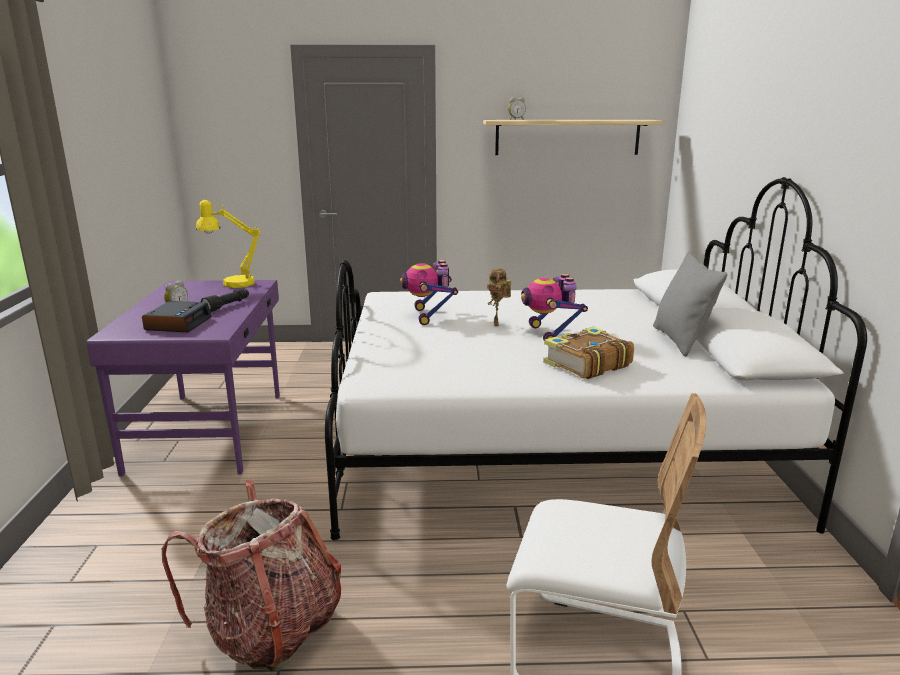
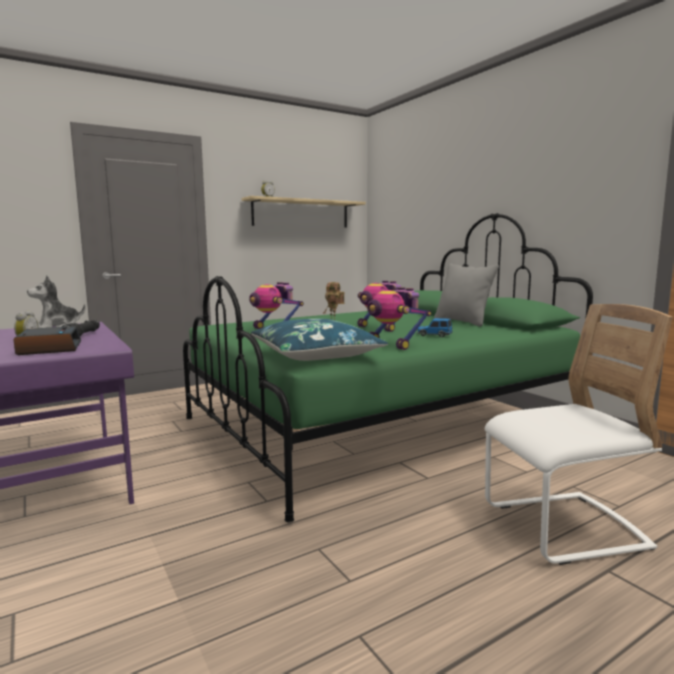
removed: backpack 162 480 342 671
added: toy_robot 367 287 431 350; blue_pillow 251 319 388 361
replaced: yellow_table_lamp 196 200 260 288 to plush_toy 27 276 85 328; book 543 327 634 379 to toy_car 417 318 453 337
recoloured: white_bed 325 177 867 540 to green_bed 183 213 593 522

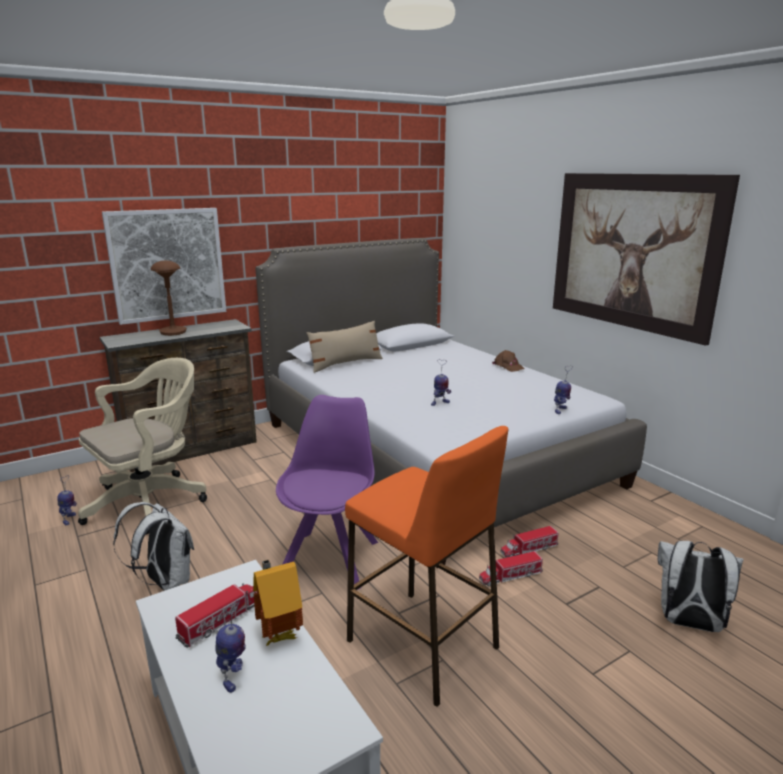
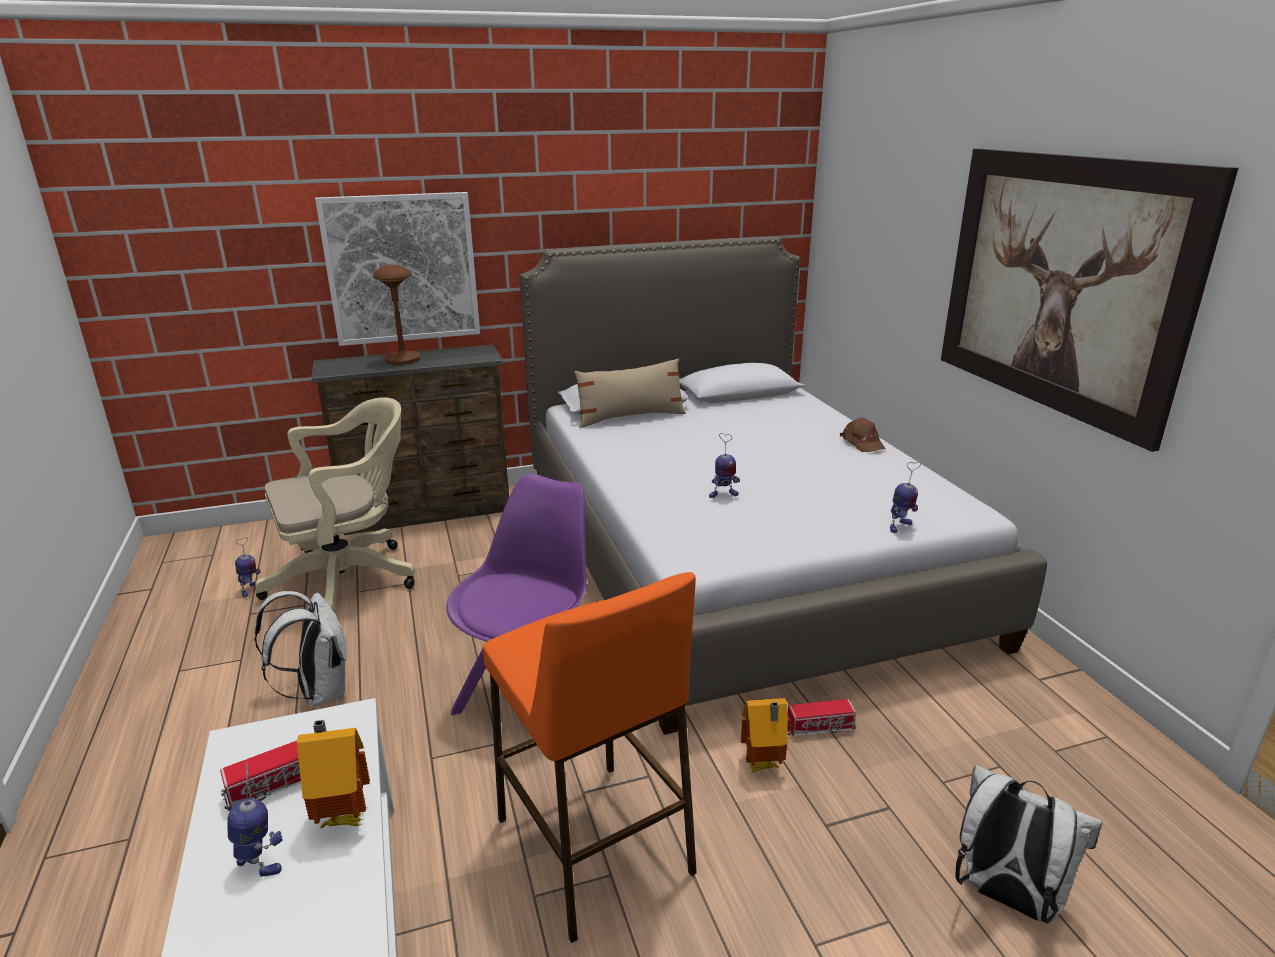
replaced: toy_truck 479 551 543 586 to toy_house 741 698 788 772
turned: toy_robot 215 599 246 693 = 227 762 283 877 75 degrees counterclockwise

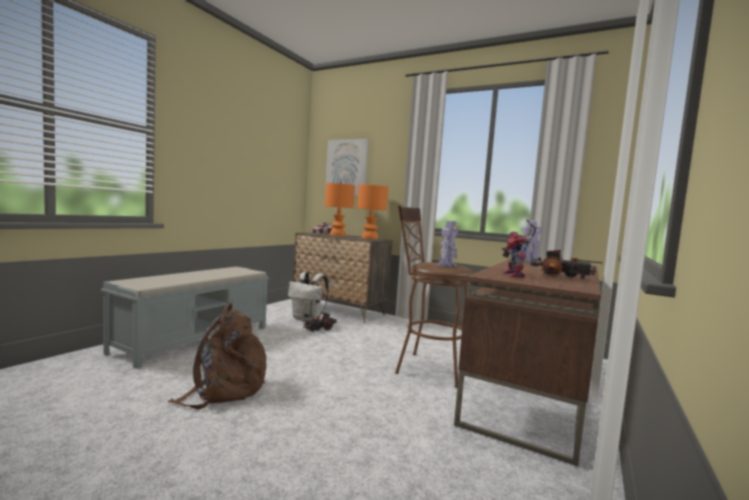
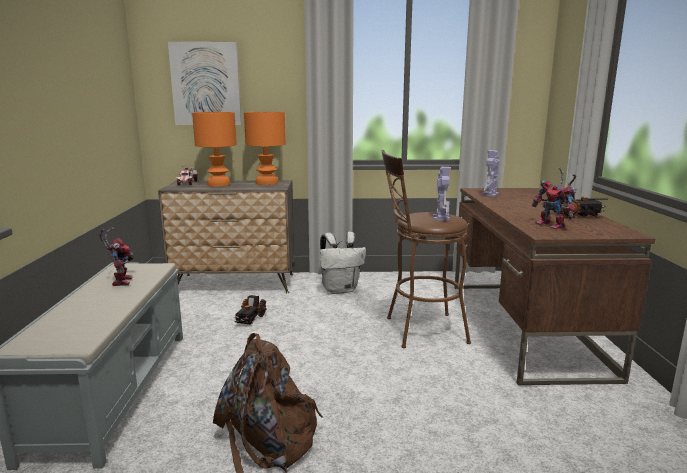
added: toy_robot 99 227 133 286
moved: white_backpack 288 272 329 321 to 320 232 366 294

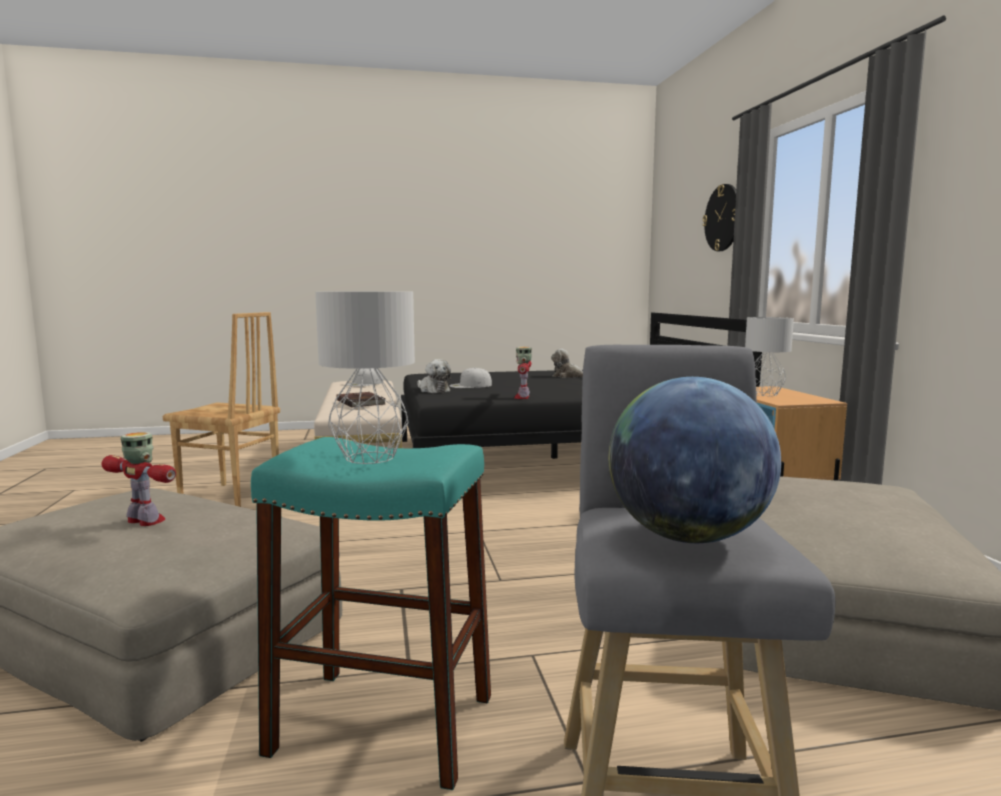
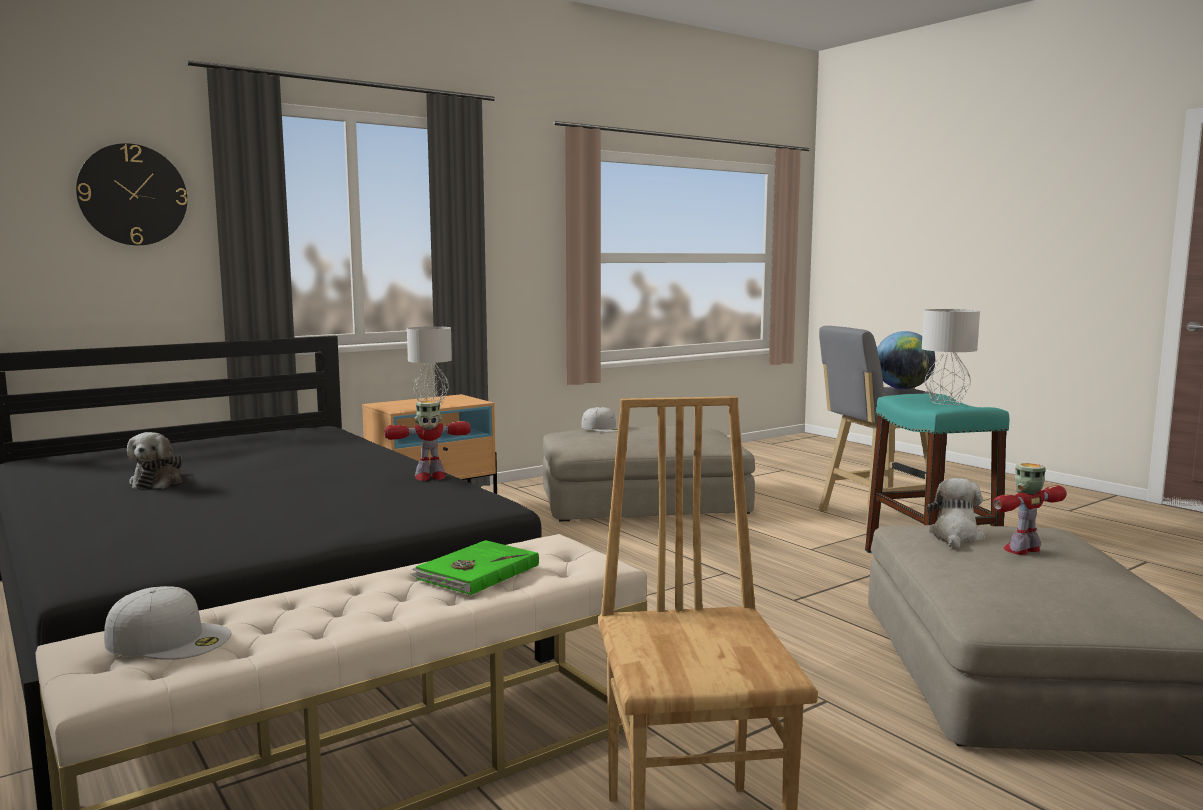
moved: plush_toy 417 359 451 393 to 927 478 985 549; white_cap 449 368 492 388 to 582 407 618 432
recoloured: brown_book 336 392 386 408 to green_book 410 540 539 595
turned: toy_robot 101 432 176 526 = 993 463 1067 555 60 degrees clockwise

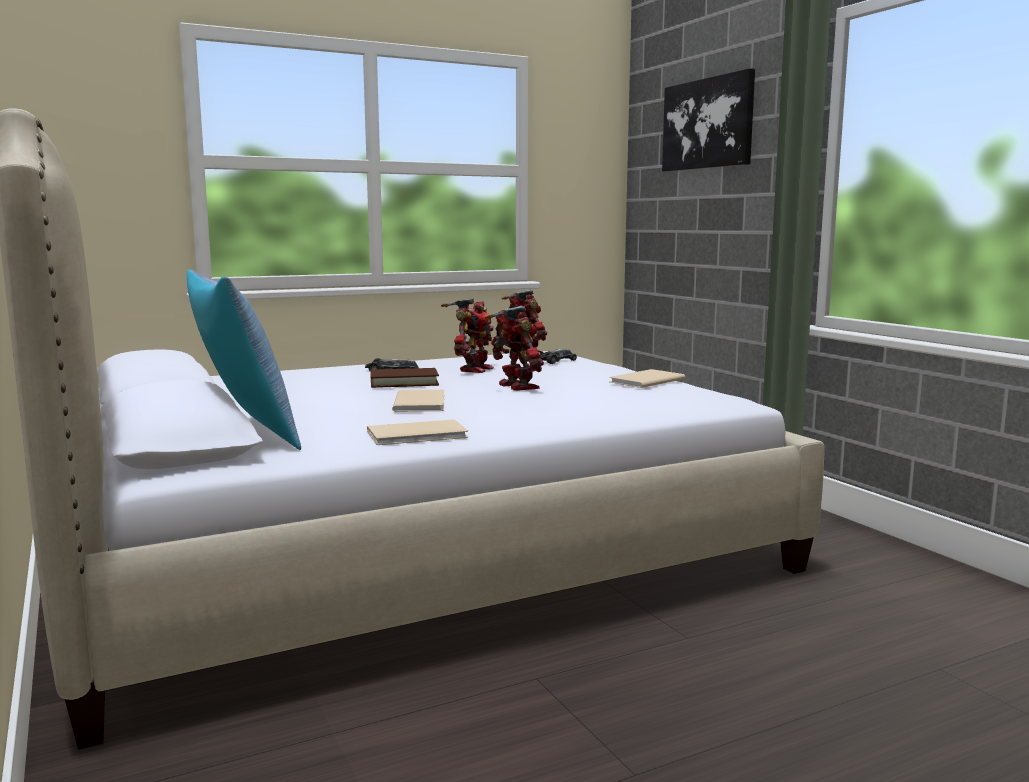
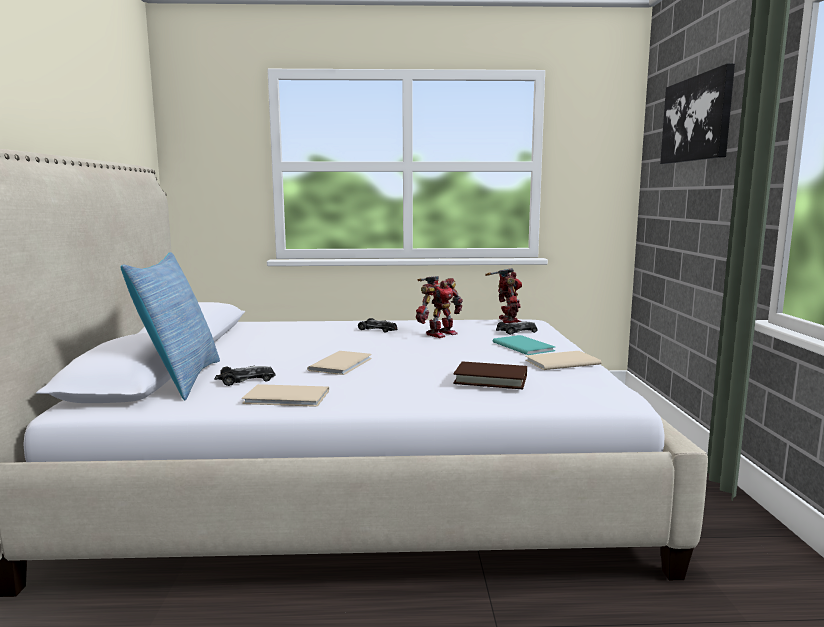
removed: toy_robot 485 306 544 391
added: turquoise_book 493 335 555 355; toy_car 214 366 275 386
moved: brown_book 370 368 439 388 to 453 362 527 389

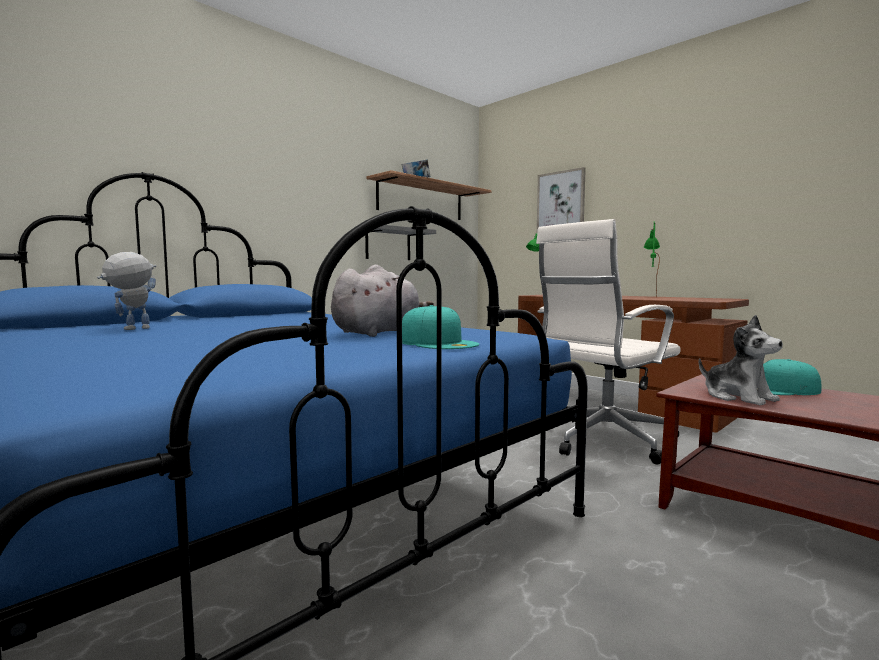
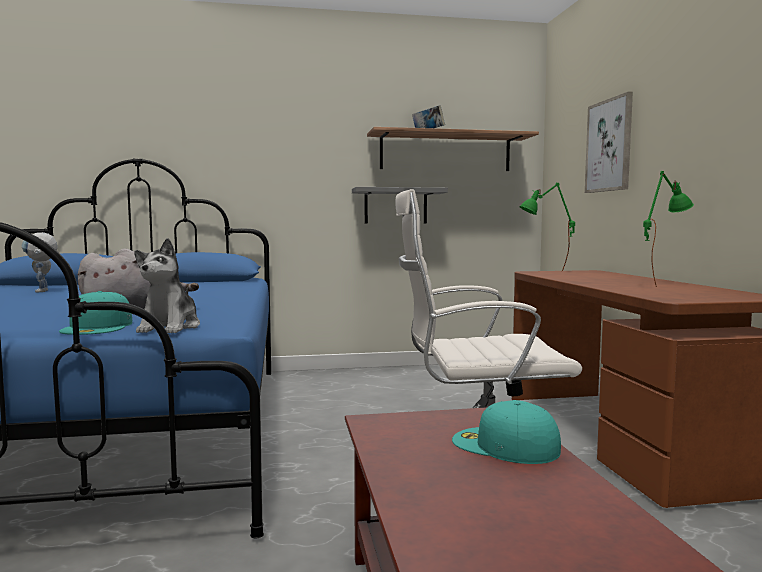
moved: plush_toy 699 315 783 405 to 135 238 200 333
turned: toy_robot 97 252 156 330 = 22 232 57 292 90 degrees counterclockwise

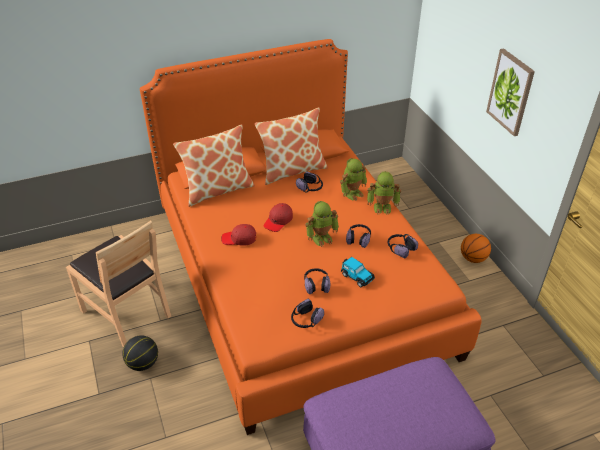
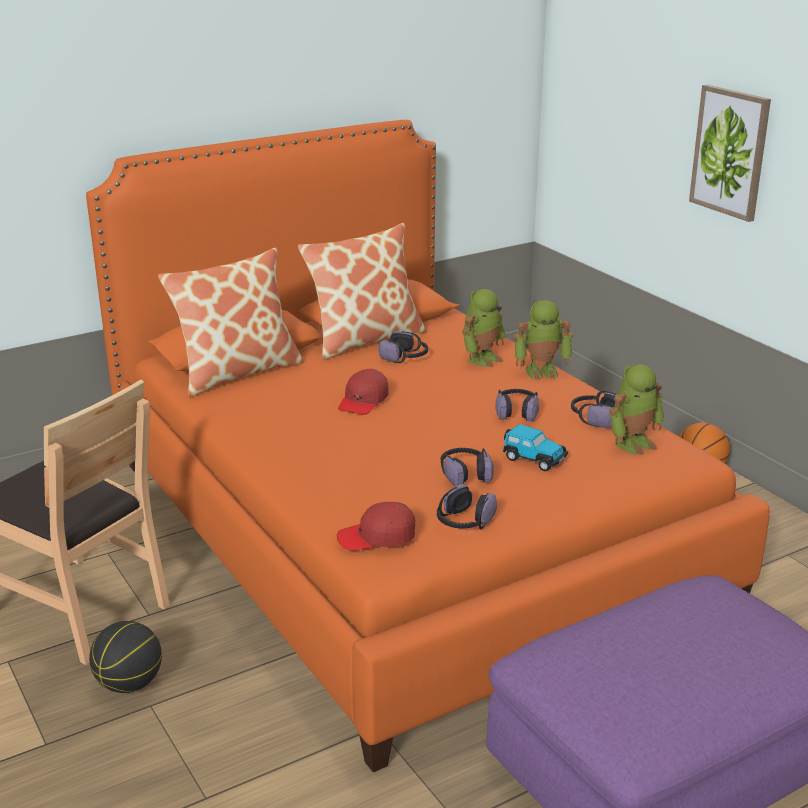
moved: toy_robot 305 201 339 247 to 609 364 664 455; red_cap 221 224 256 245 to 337 502 415 550

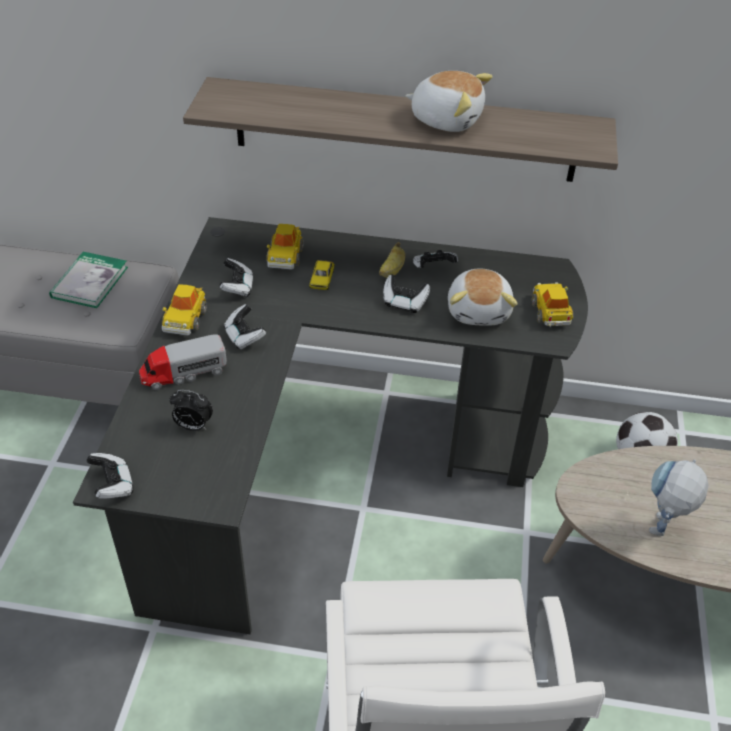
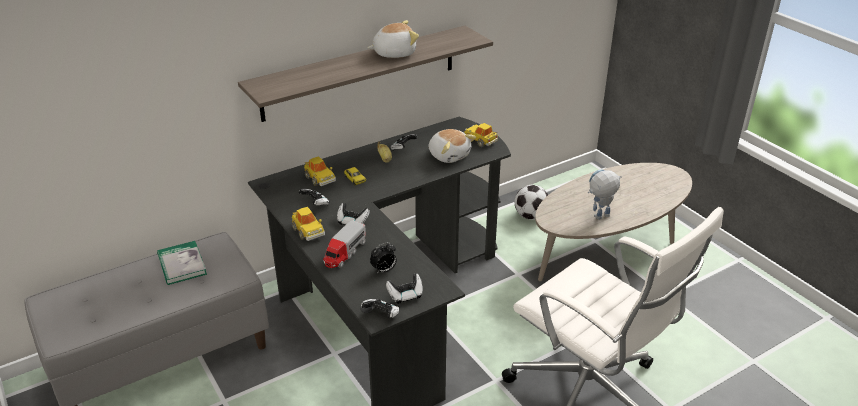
moved: game_controller 383 275 430 313 to 386 273 423 304
turned: toy_robot 649 459 709 536 = 588 169 622 220 75 degrees clockwise

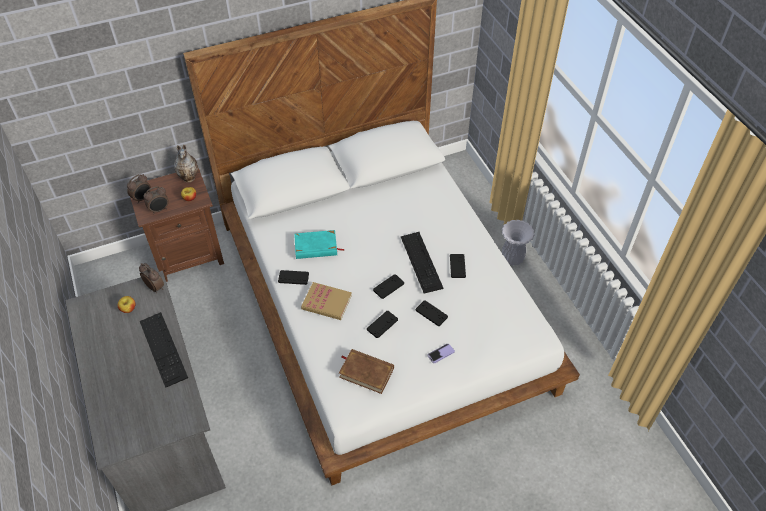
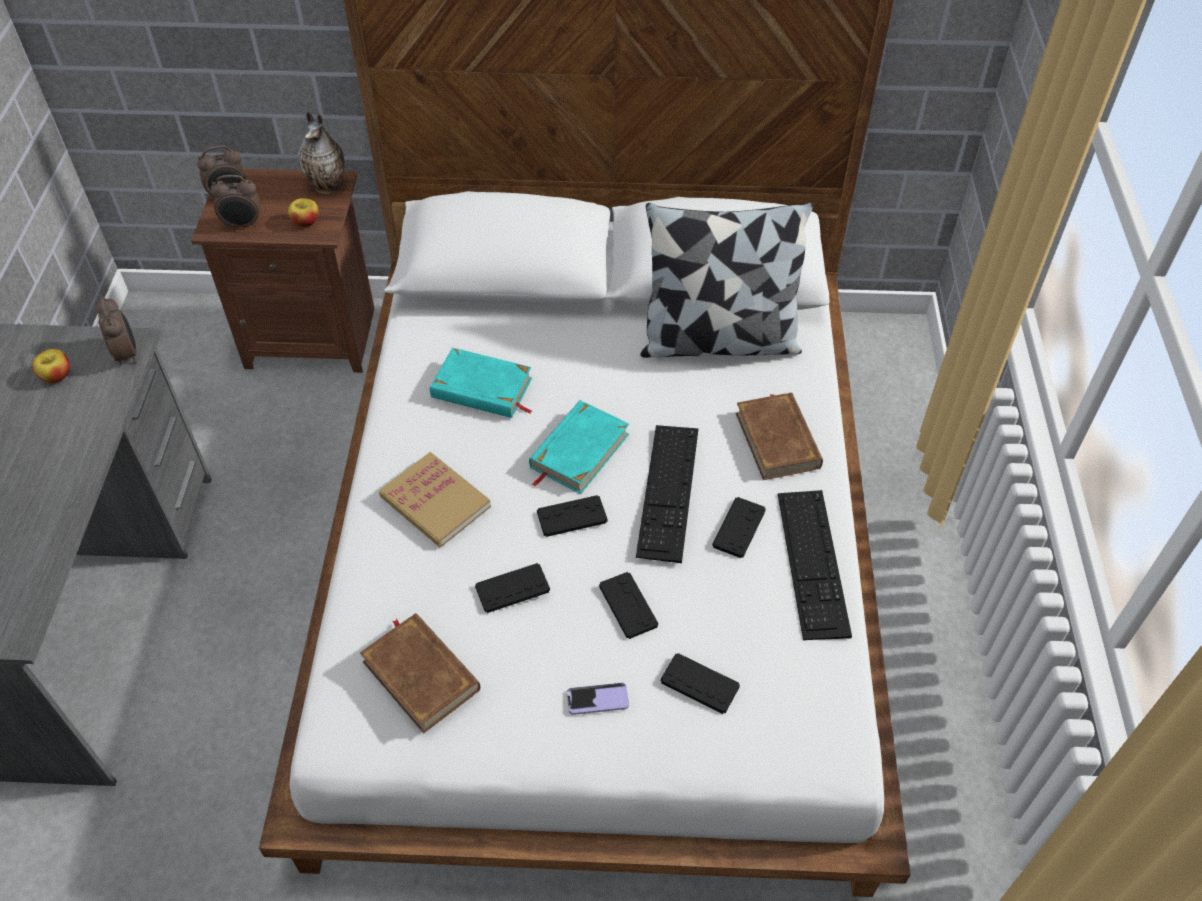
removed: white_vase 502 219 535 265
added: pillow 640 203 814 358; brown_book 736 392 823 480; turquoise_book 529 400 629 494
moved: black_game_controller 278 270 309 285 to 661 653 740 714; keyboard 140 312 188 388 to 778 490 852 640

